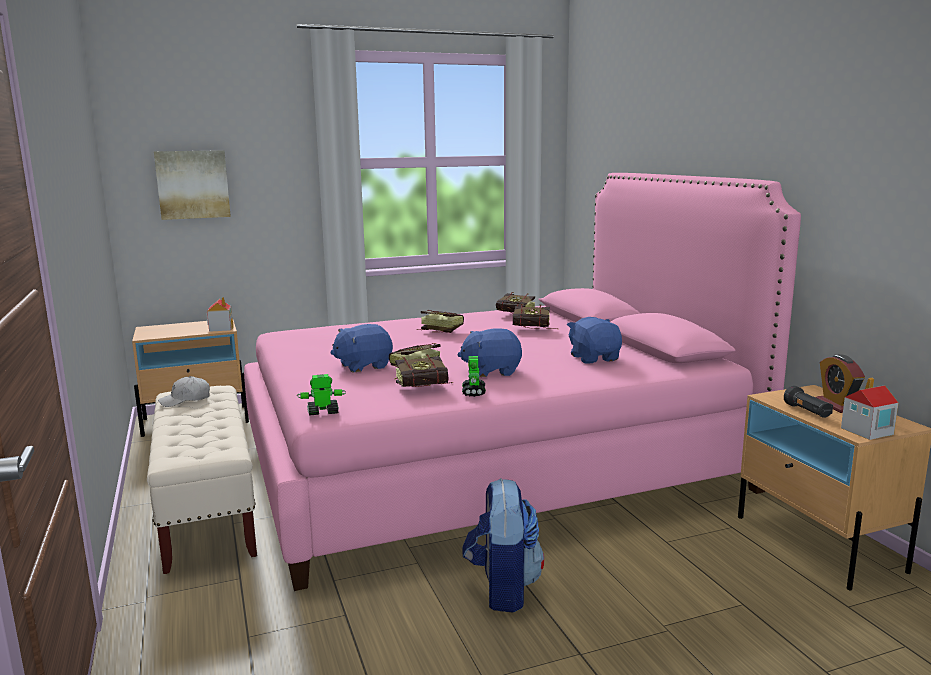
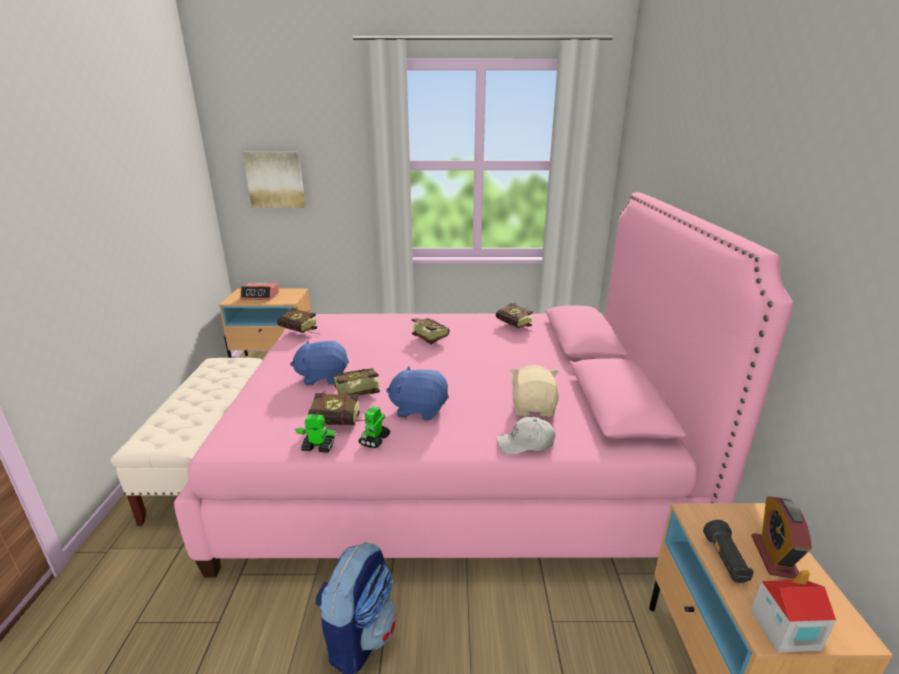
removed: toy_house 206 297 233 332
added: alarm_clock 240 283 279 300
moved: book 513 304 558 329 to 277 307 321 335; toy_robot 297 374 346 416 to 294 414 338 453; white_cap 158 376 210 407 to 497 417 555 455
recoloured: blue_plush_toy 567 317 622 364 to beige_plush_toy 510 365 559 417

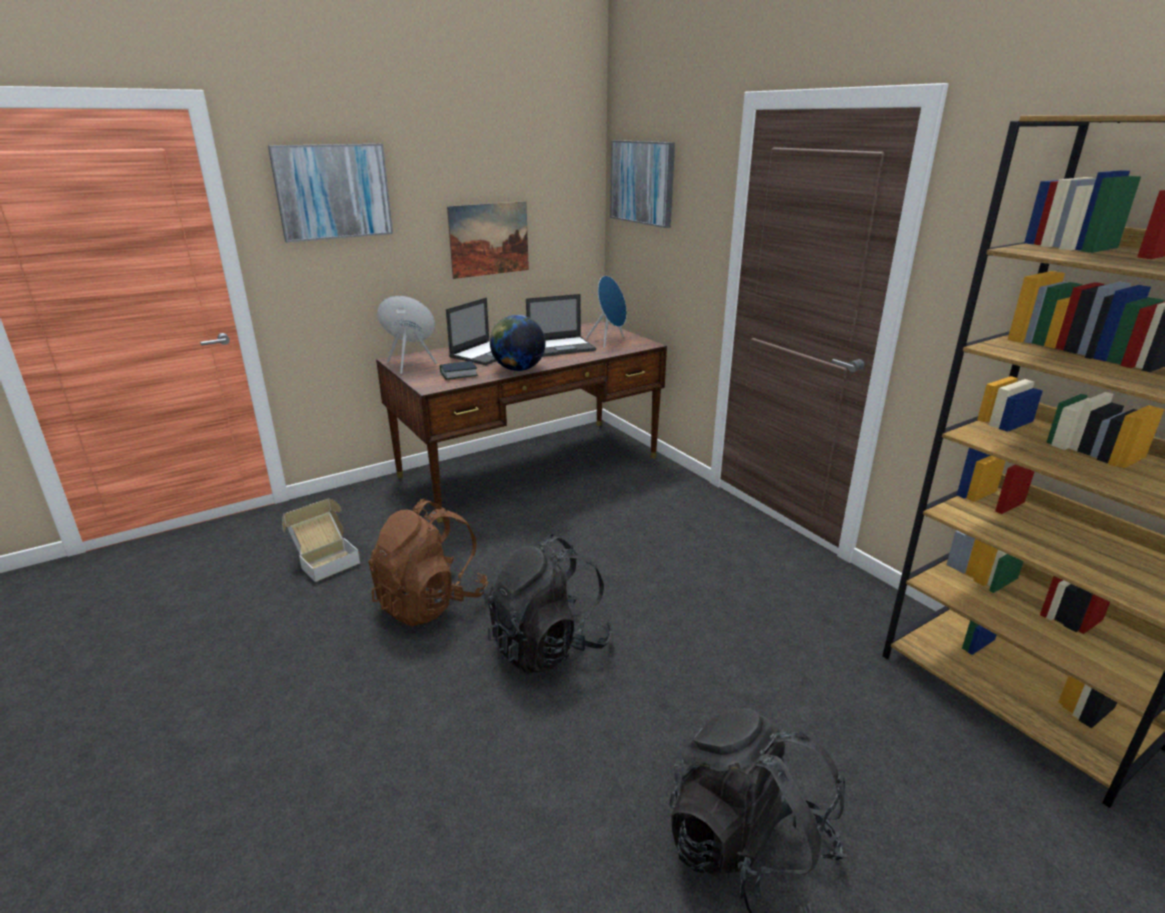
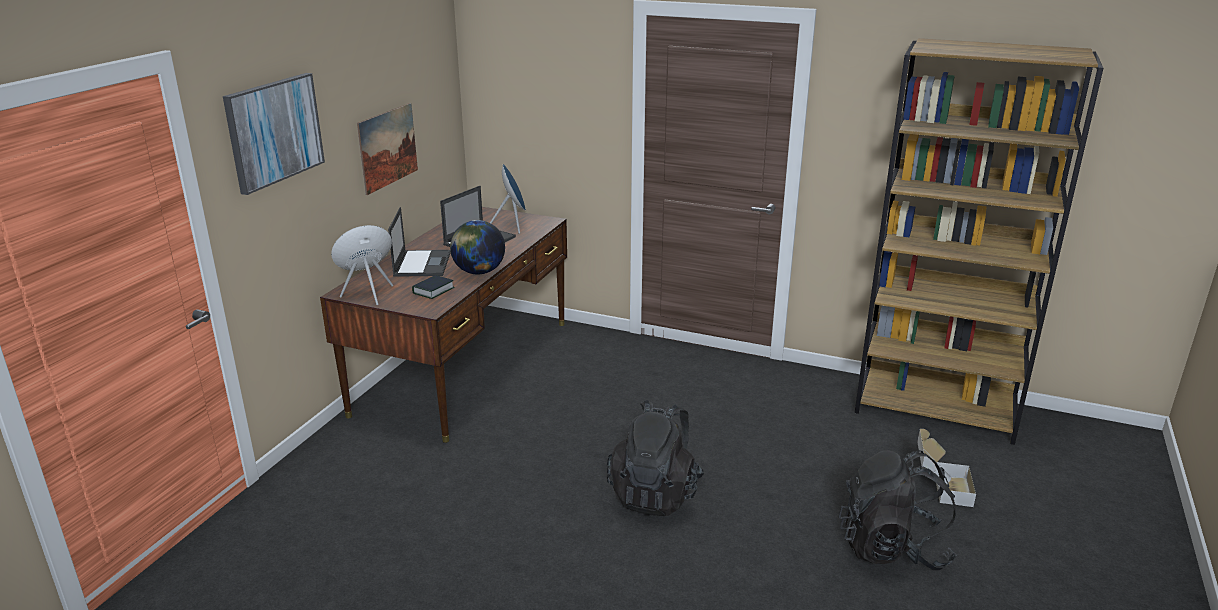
removed: picture 610 140 675 228; brown_backpack 368 498 488 627
moved: cardboard_box 282 498 360 582 to 917 429 976 507

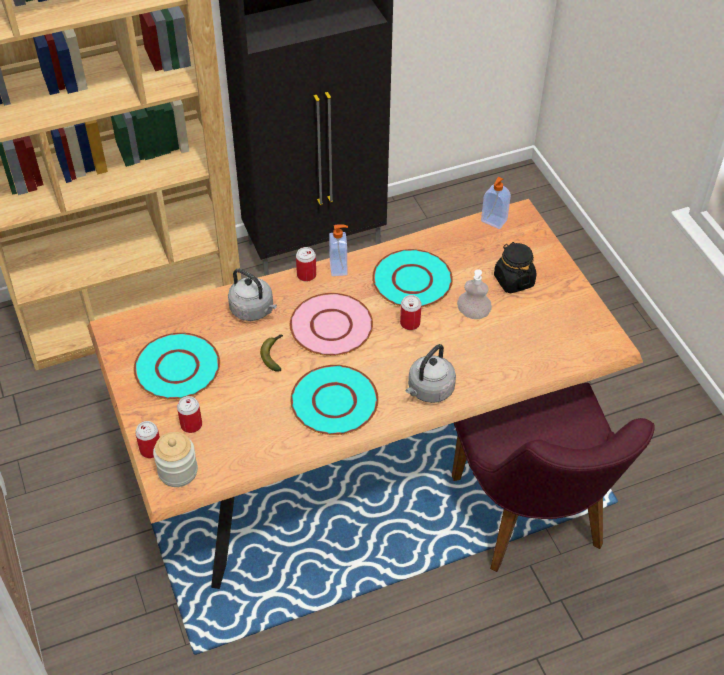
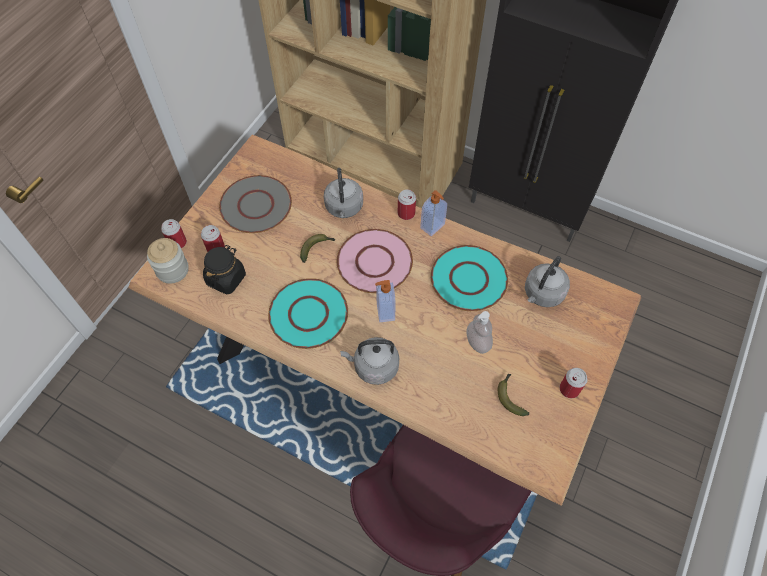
added: grey_kettle 525 256 570 307; banana 498 374 529 416
moved: soap_dispenser 481 177 511 229 to 375 280 396 322; black_jar 494 242 536 293 to 203 245 246 294; can 400 295 422 330 to 560 368 588 398
recoloured: turquoise_plate 134 332 220 400 to grey_plate 219 175 292 233

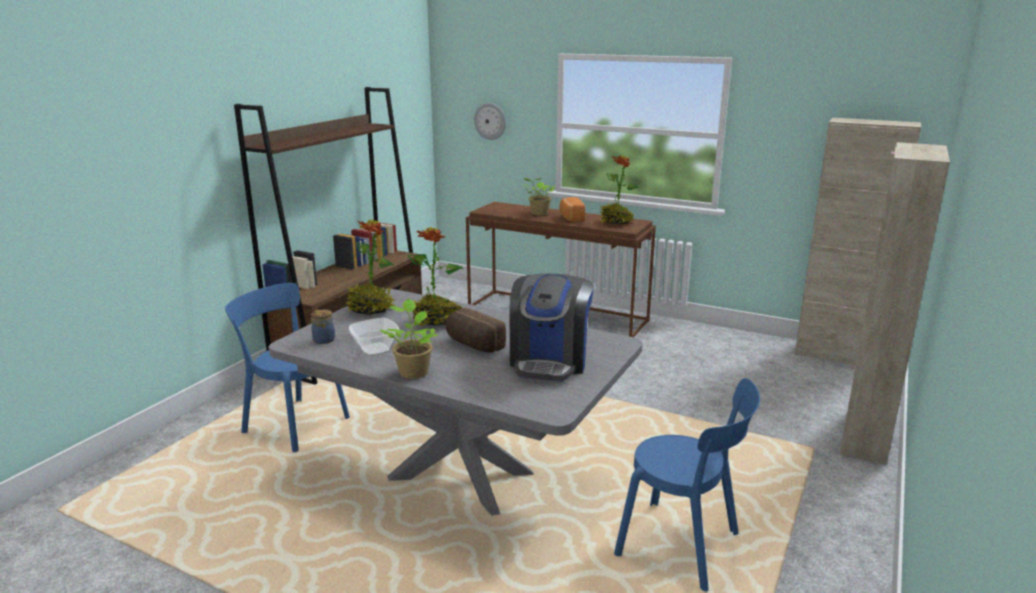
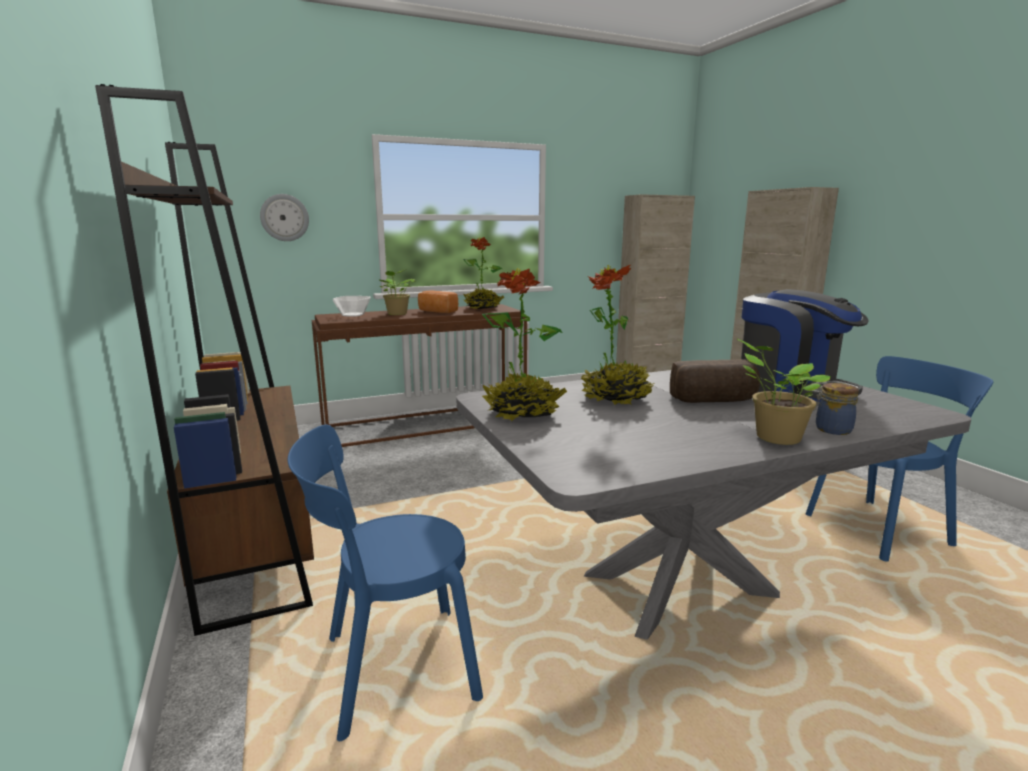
moved: jar 311 309 335 344 to 813 383 859 435; bowl 349 318 400 356 to 333 296 371 317

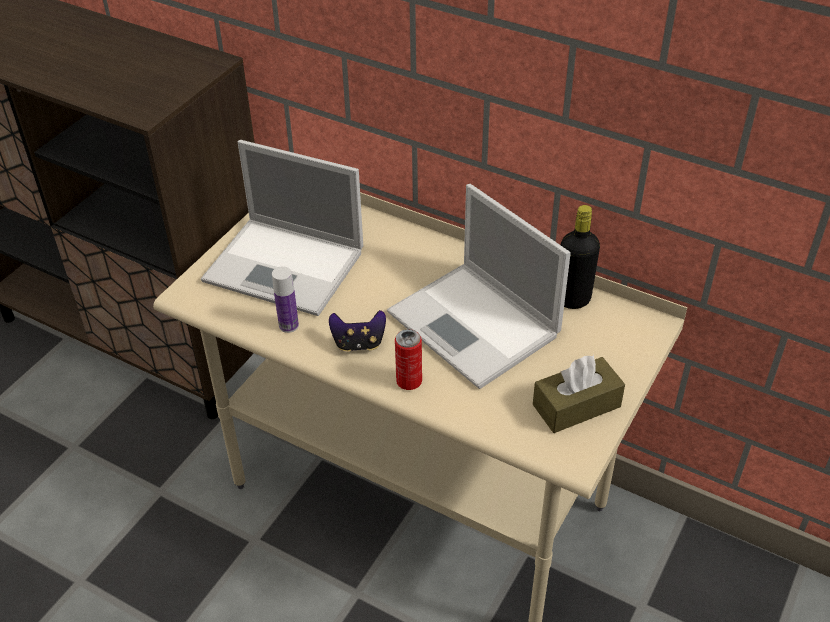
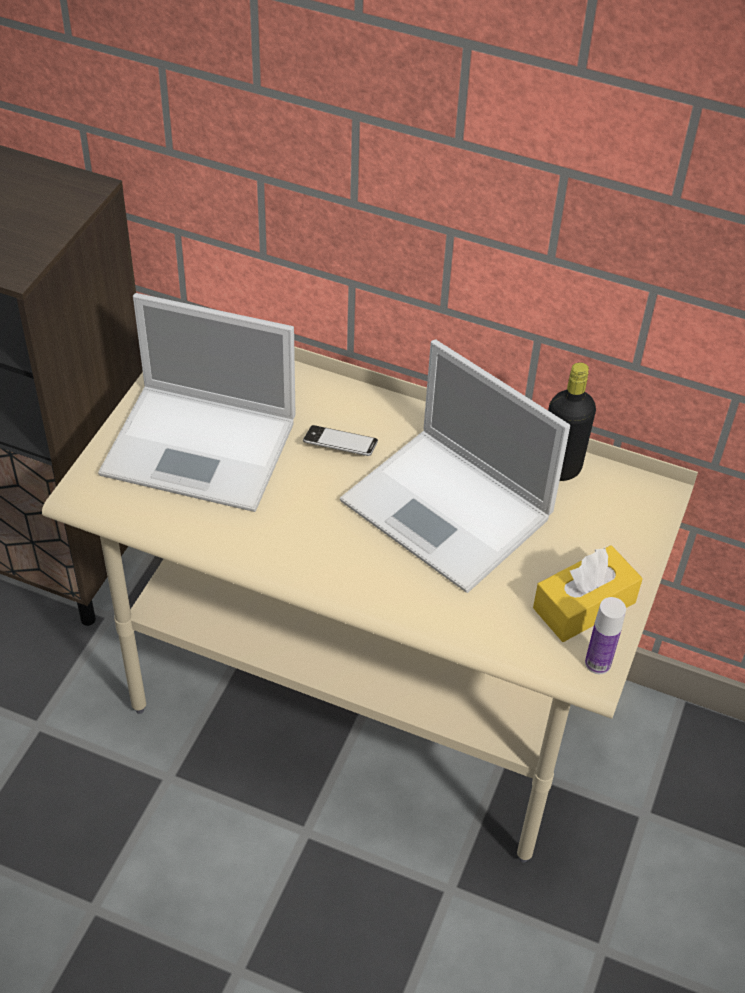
removed: game_controller 329 310 386 352; can 395 329 422 390
added: phone 303 425 378 456
moved: bottle 272 266 299 333 to 585 597 626 674
recoloured: brown_tissue_box 533 355 625 433 to yellow_tissue_box 533 545 643 642

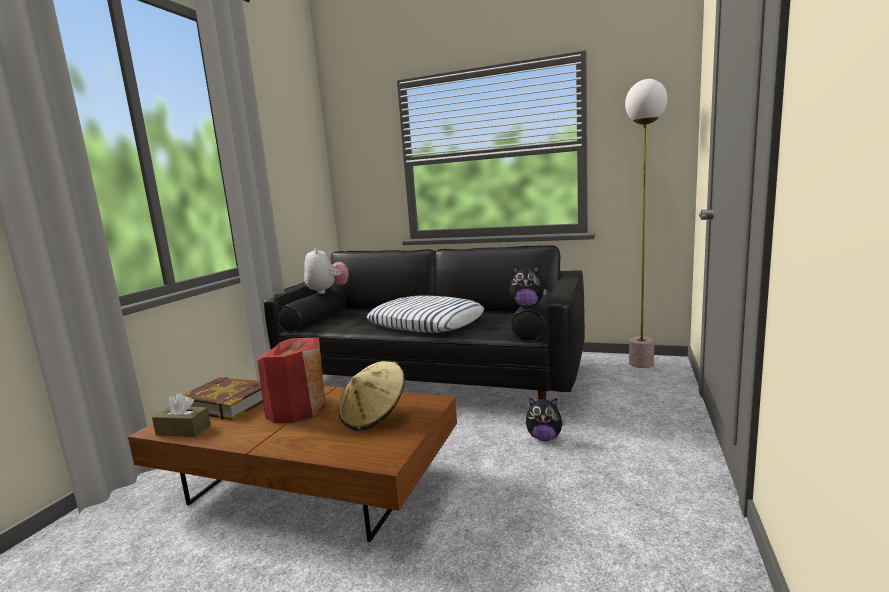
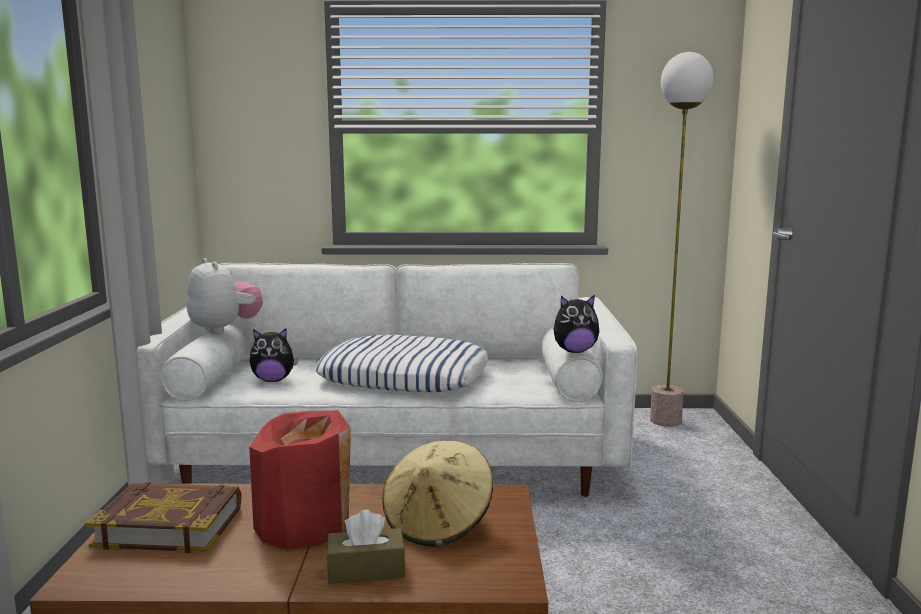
moved: brown_tissue_box 152 393 211 437 to 327 510 406 584; plush_toy 526 397 565 441 to 249 328 299 382
recoloured: black_sofa 264 245 585 400 to white_sofa 136 263 637 497

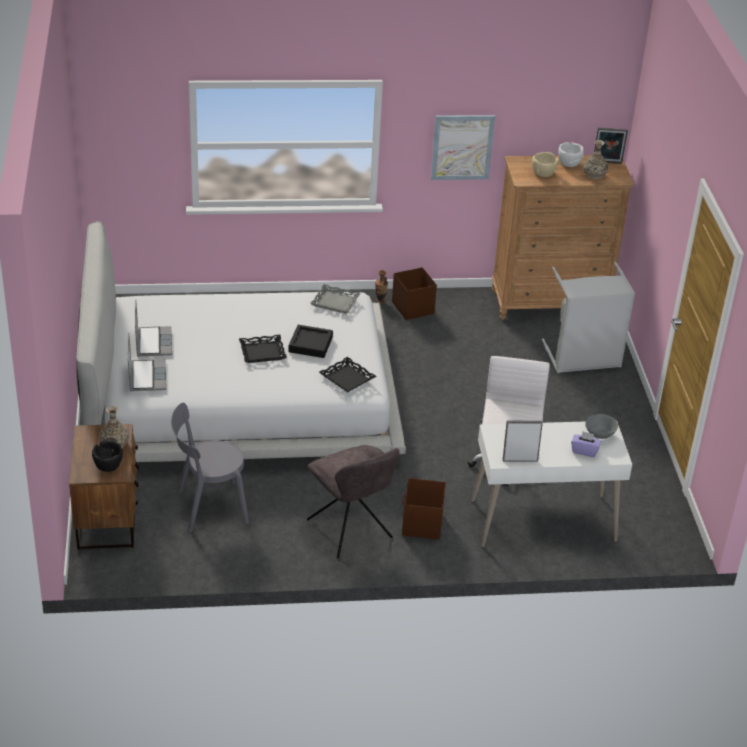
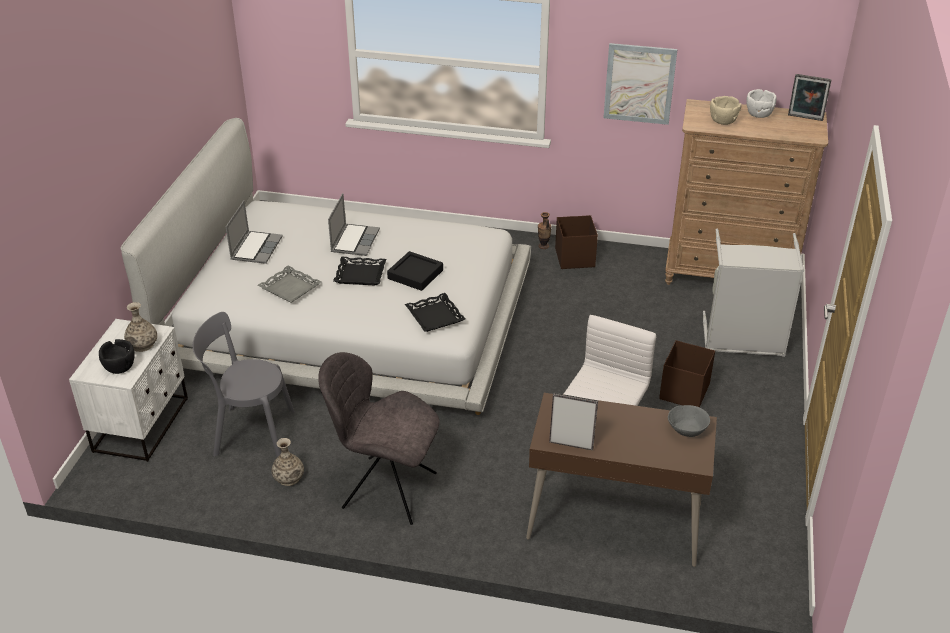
removed: purple_tissue_box 571 431 601 457
moved: vase 583 140 608 180 to 272 438 304 486; grey_tray 310 284 360 314 to 257 265 322 303; laptop 128 333 166 391 to 328 193 380 256; brown_storage_box 402 478 446 540 to 659 340 715 408
recoloured: white_desk 471 421 632 547 to brown_desk 526 393 717 567; brown_nightstand 69 424 139 550 to white_nightstand 69 319 188 462
turned: grey_chair 307 445 400 558 = 318 352 440 525 120 degrees clockwise

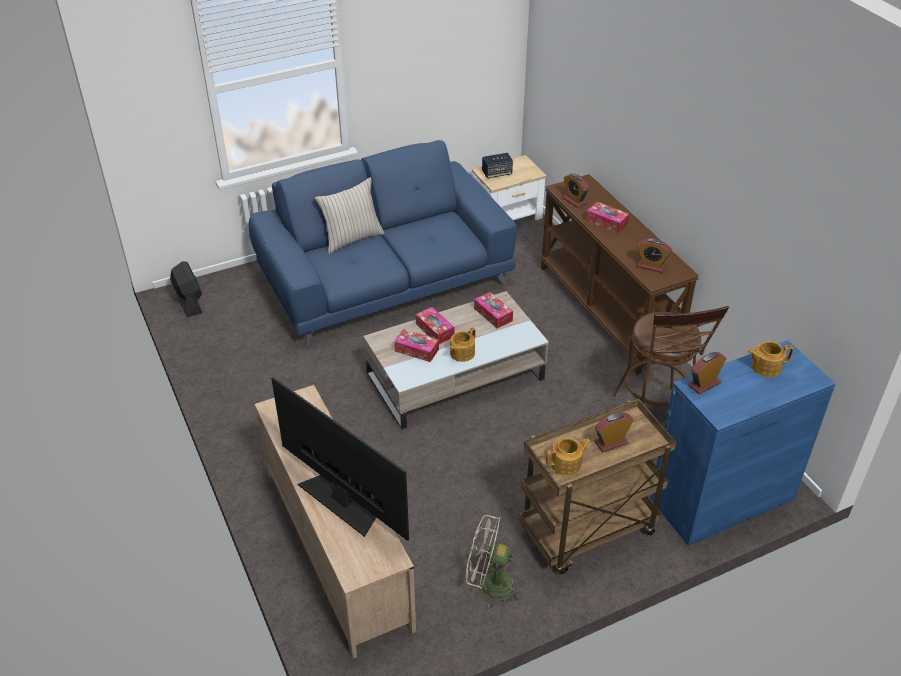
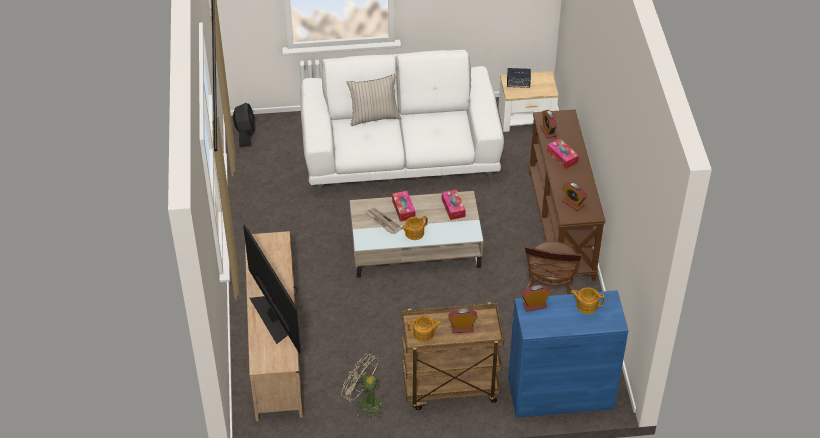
replaced: tissue_box 394 329 439 362 to newspaper 365 208 401 234
recoloured: blue_sofa 249 140 517 346 to white_sofa 300 50 504 194

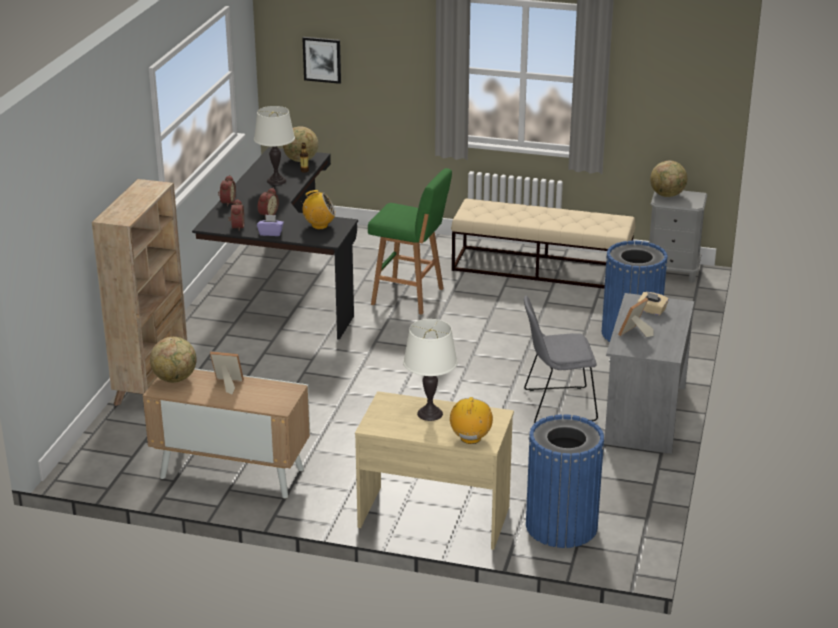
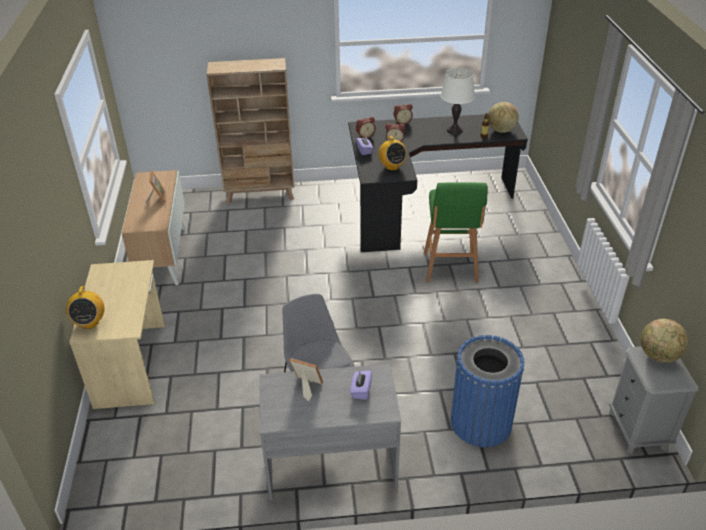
removed: picture 302 37 341 84; beige_bench 451 199 636 289; white_table_lamp 403 319 458 421; globe 150 337 197 383; blue_trash_can 526 414 605 548
recoloured: beige_tissue_box 638 292 669 315 to purple_tissue_box 350 370 372 400
turned: radio 450 397 493 444 = 66 286 104 329 90 degrees clockwise

